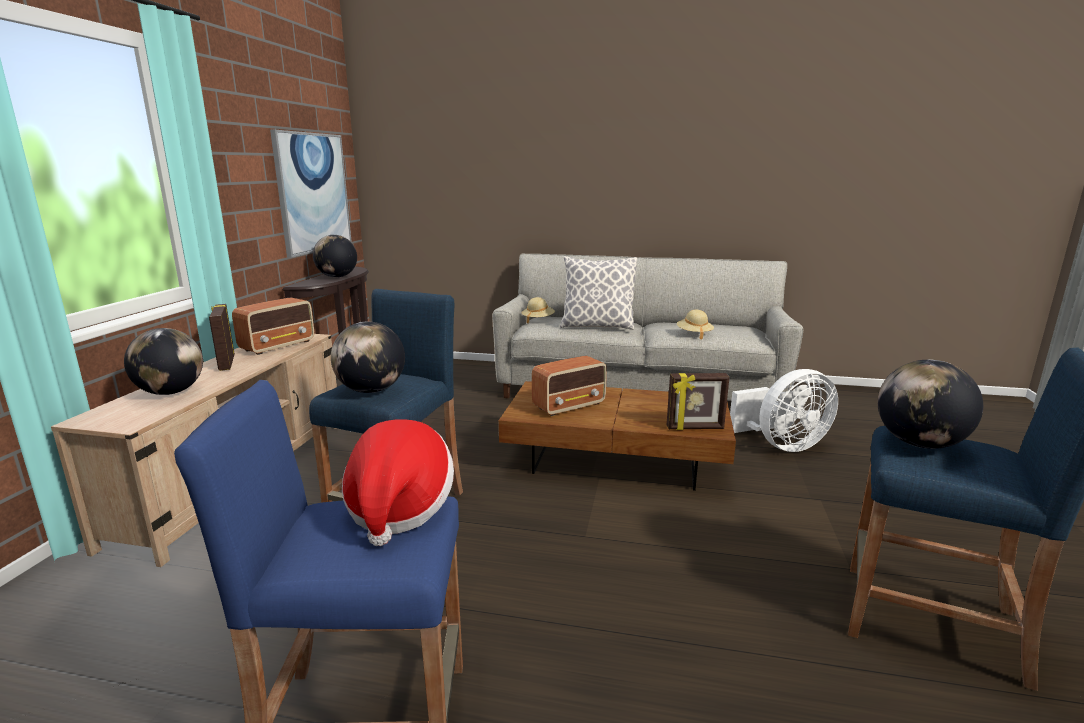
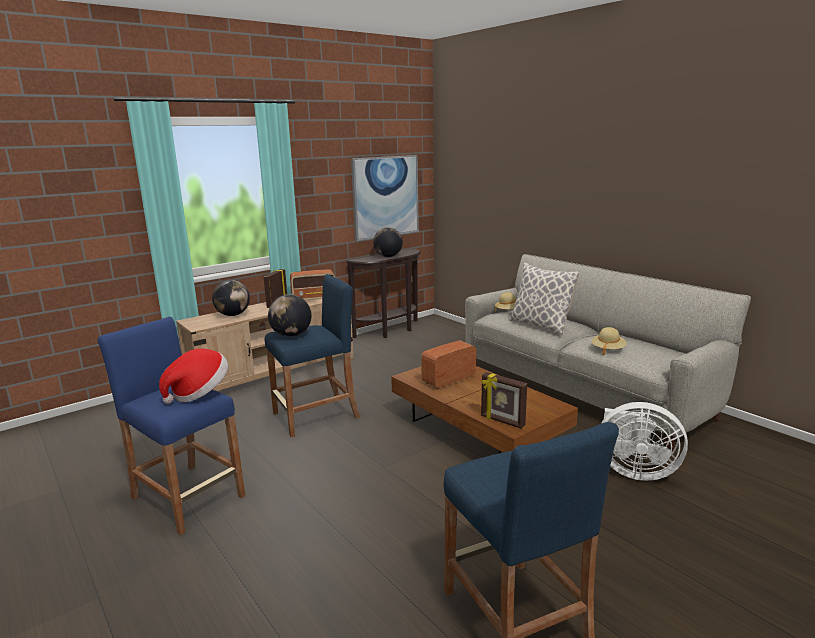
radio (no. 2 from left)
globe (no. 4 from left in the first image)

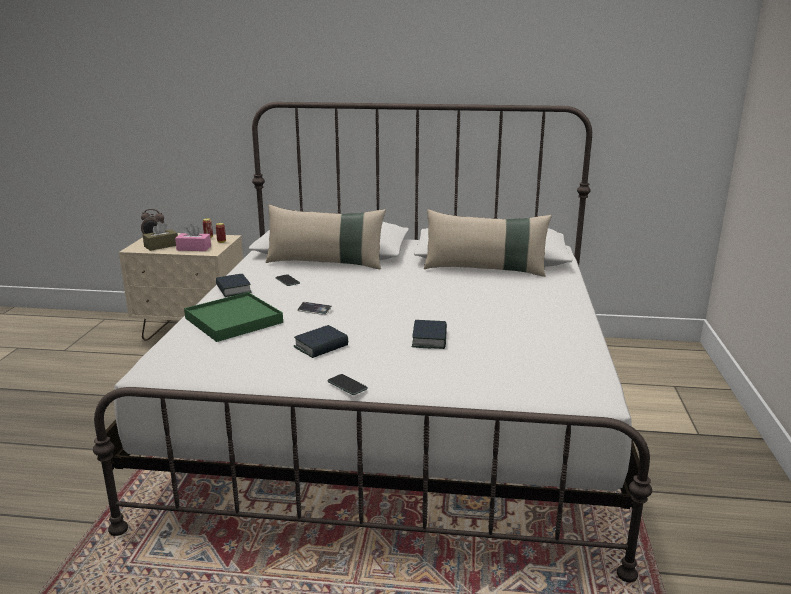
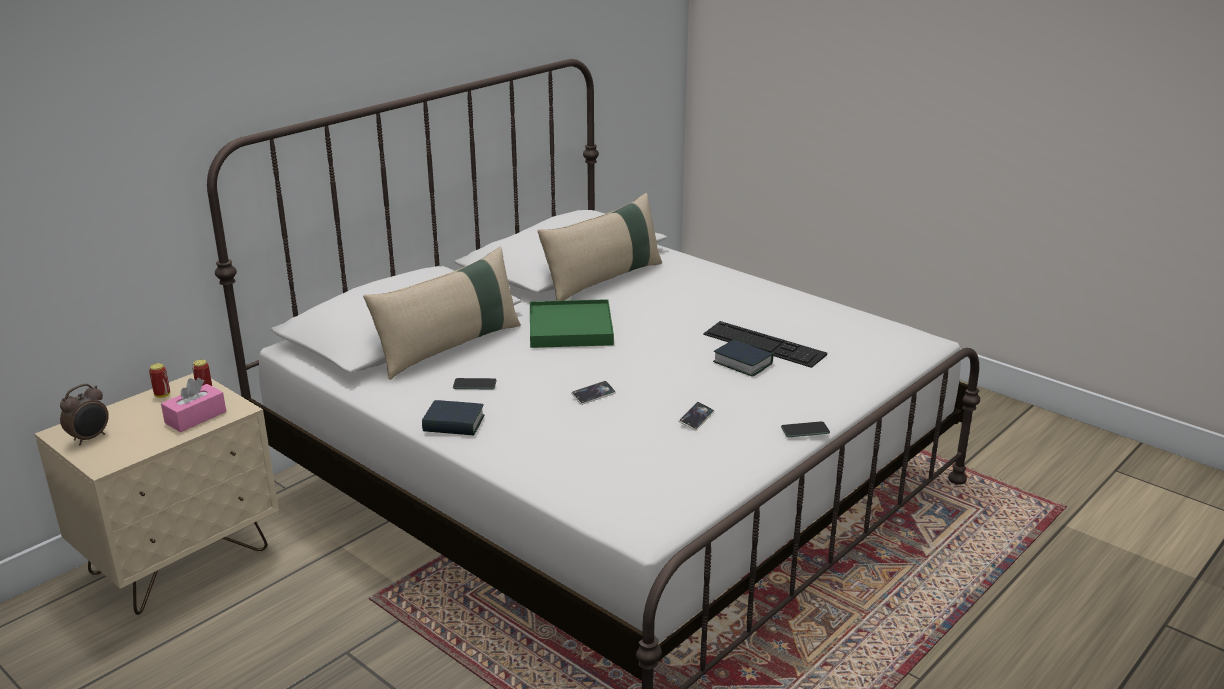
green tray
phone (no. 3 from left)
keyboard
brown tissue box

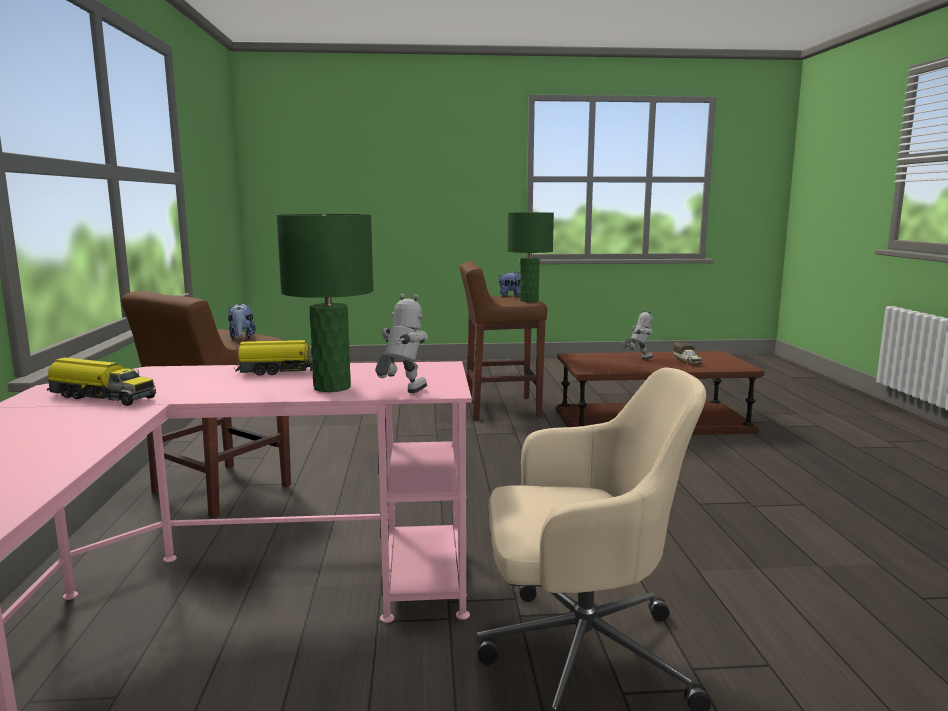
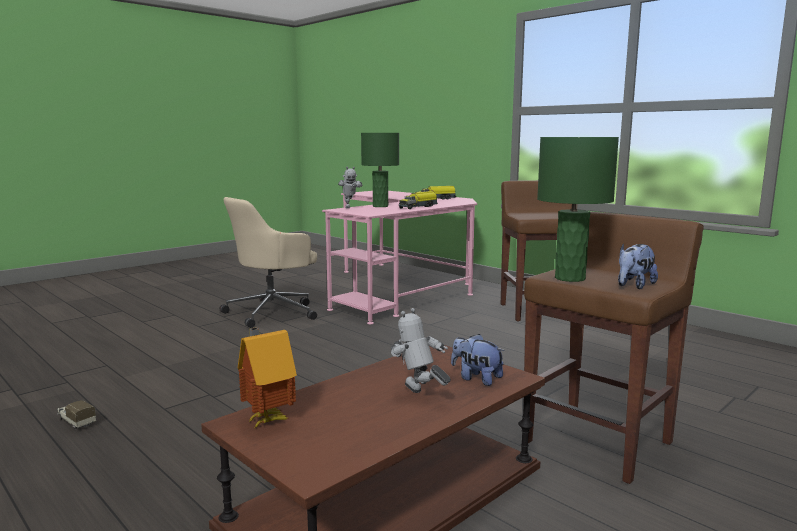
toy truck (no. 1 from left)
toy house
toy robot (no. 2 from left)
plush toy (no. 1 from left)

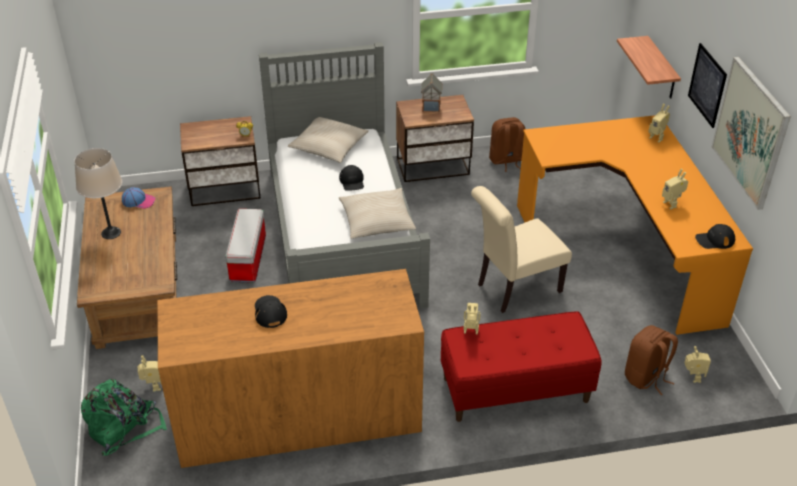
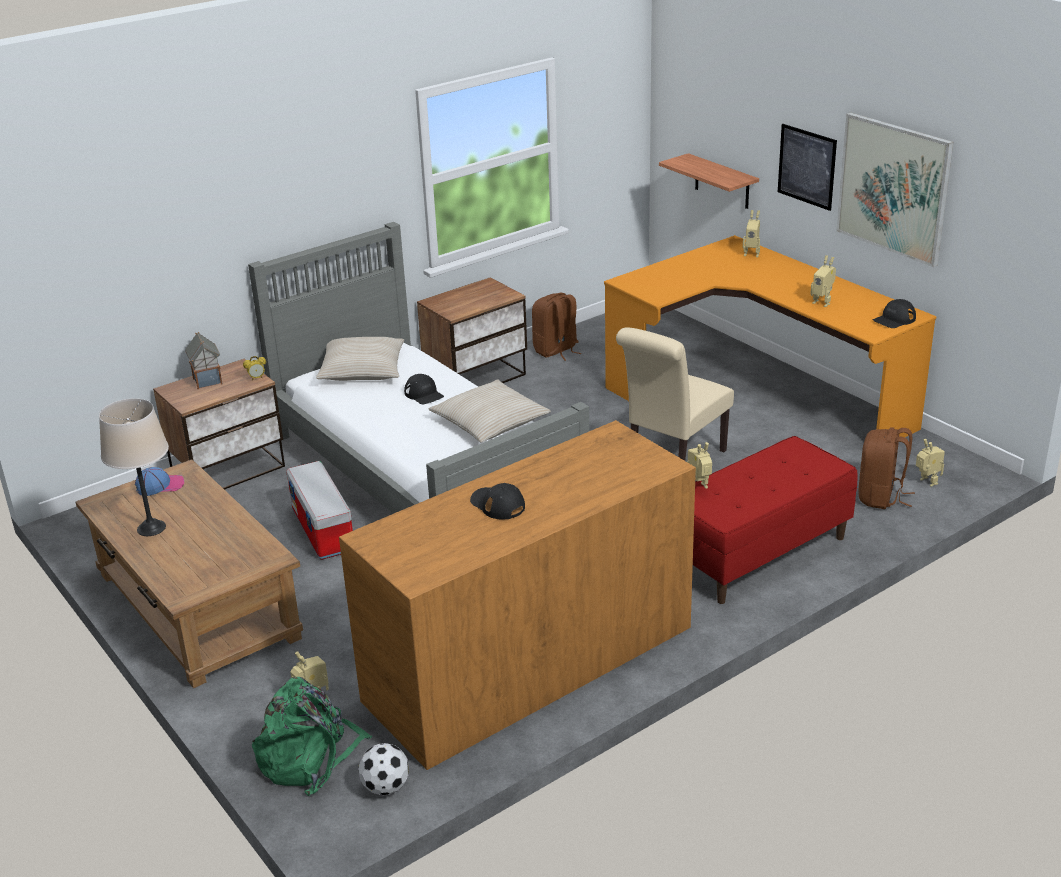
toy house
football

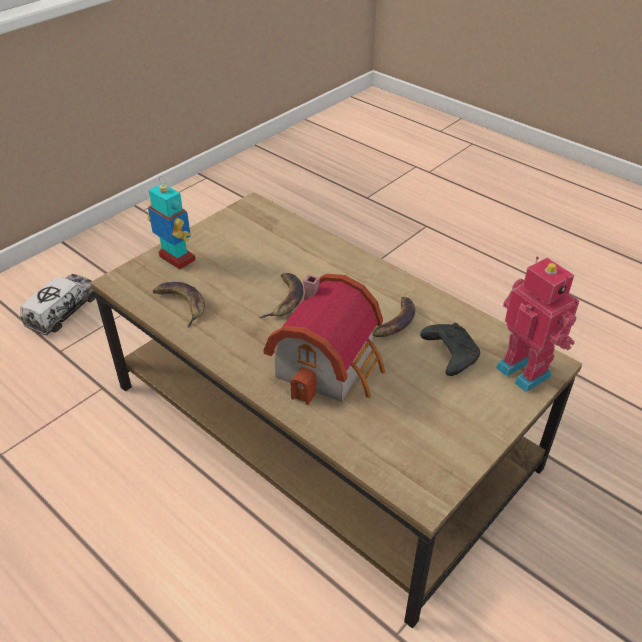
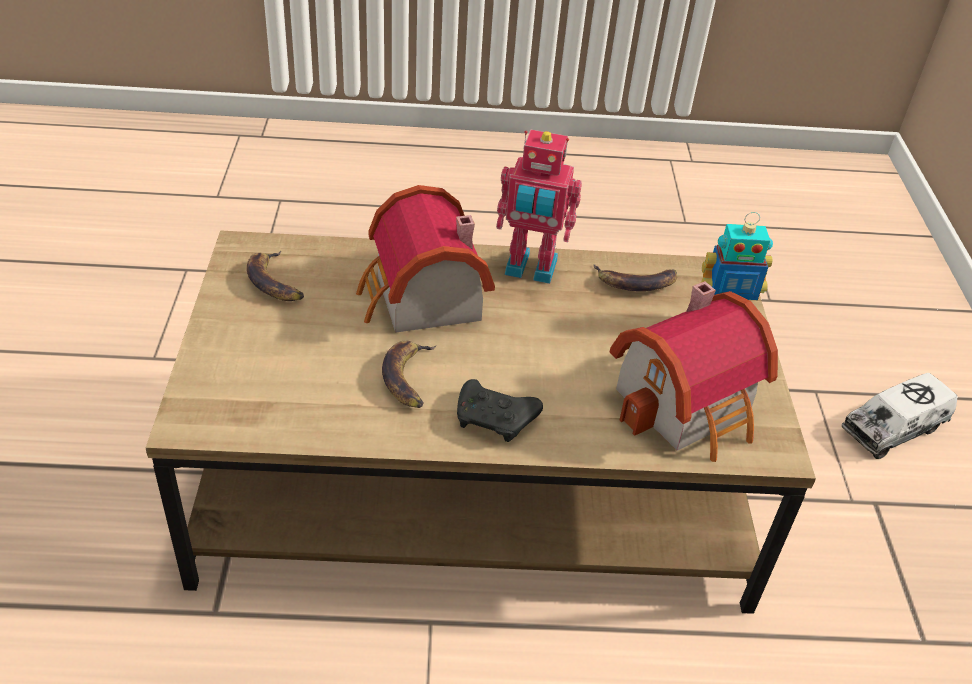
banana (no. 1 from left)
black game controller
toy robot (no. 1 from left)
toy house (no. 2 from left)
toy truck

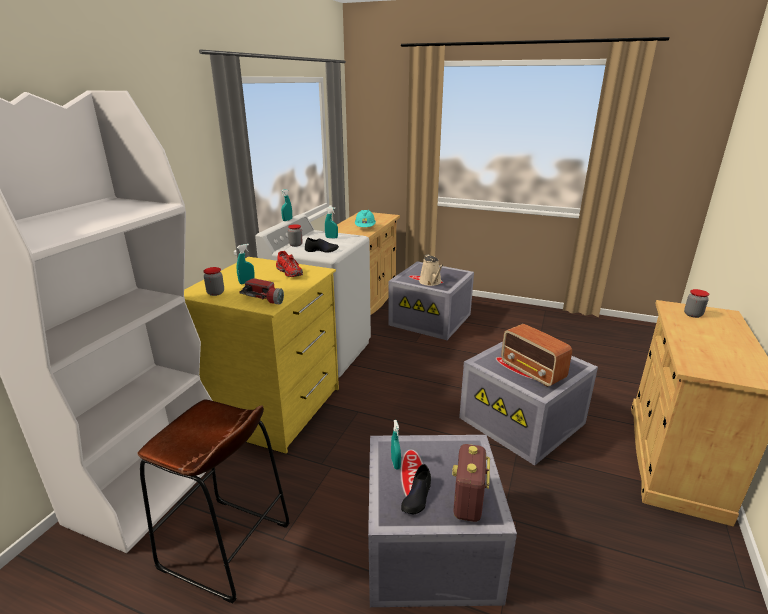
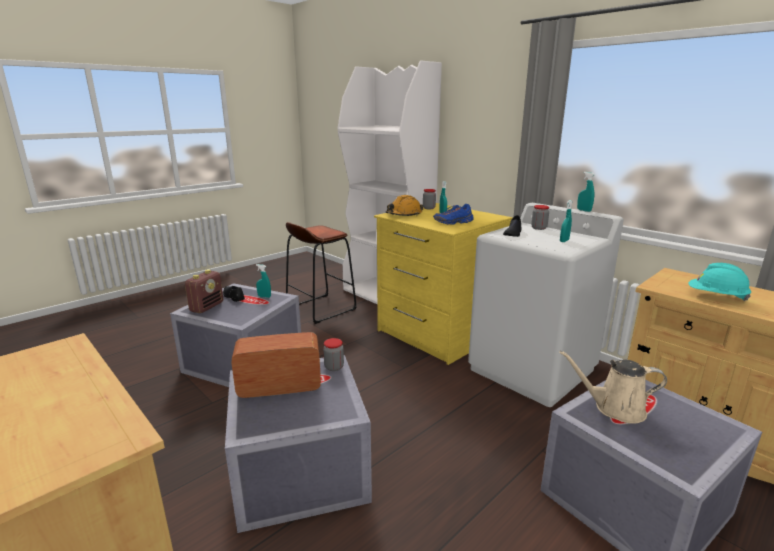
radio (no. 1 from left)
jar (no. 1 from left)
orange hard hat
blue shoe

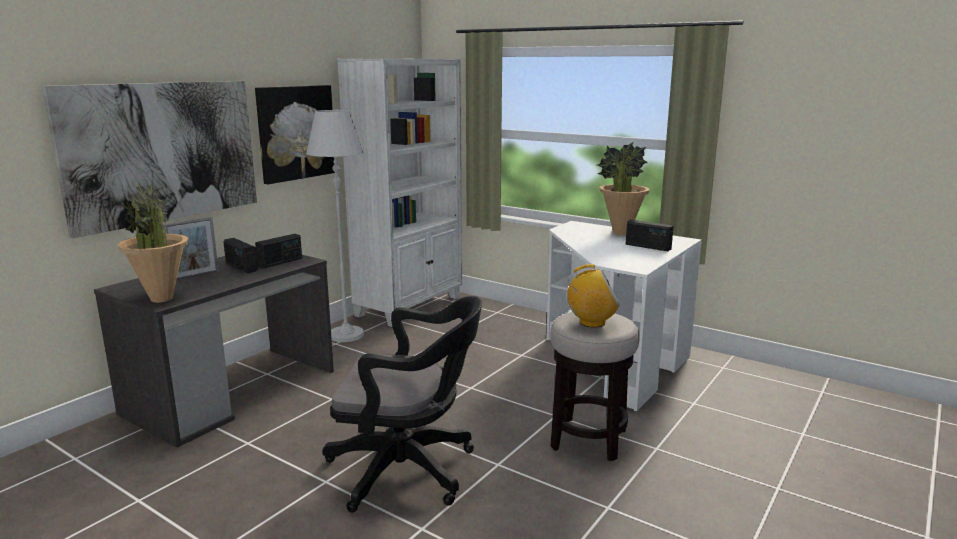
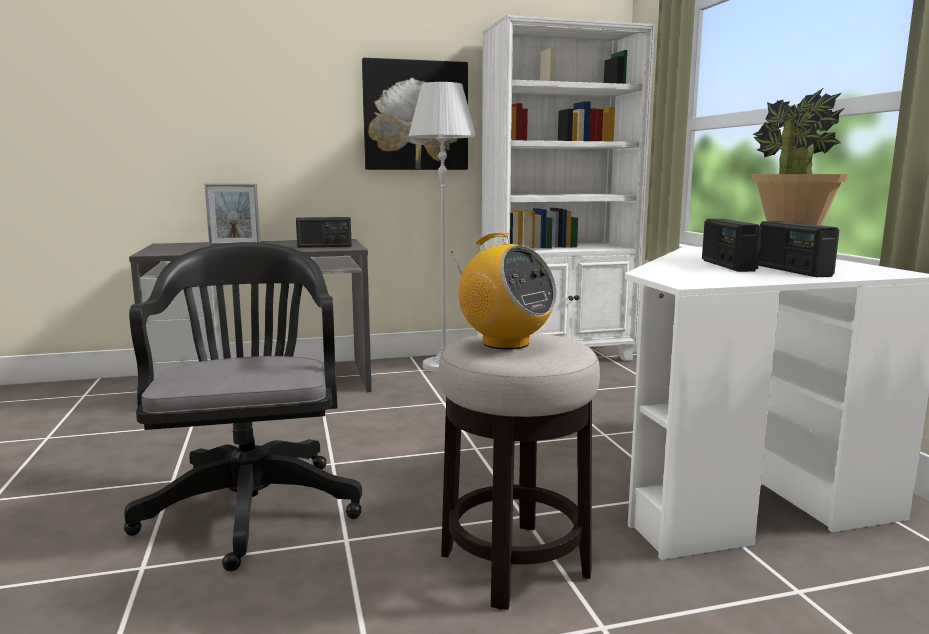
black office chair
radio (no. 3 from left)
picture (no. 1 from left in the first image)
potted plant (no. 1 from left in the first image)

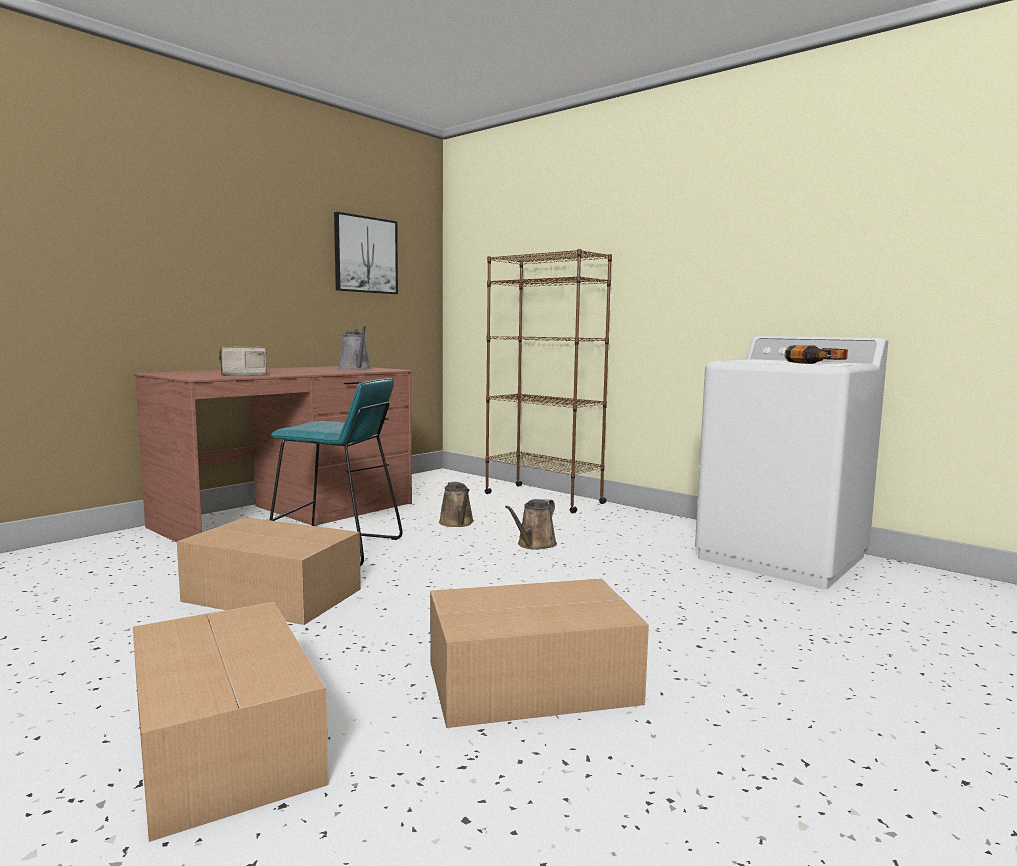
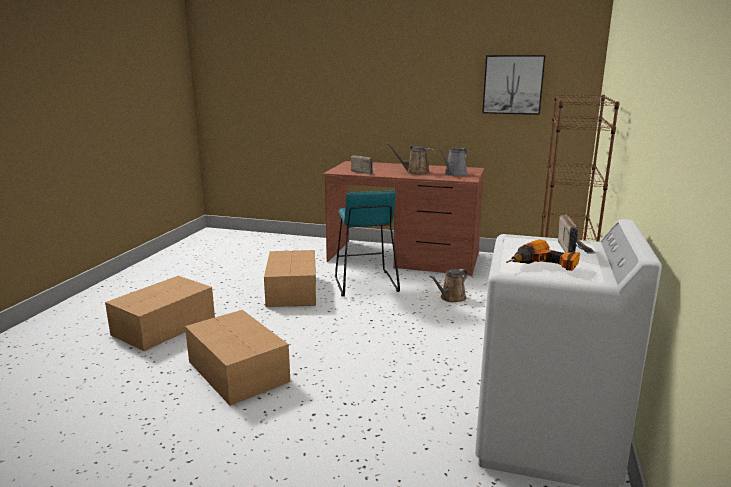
brown watering can (no. 1 from left)
radio (no. 2 from left)

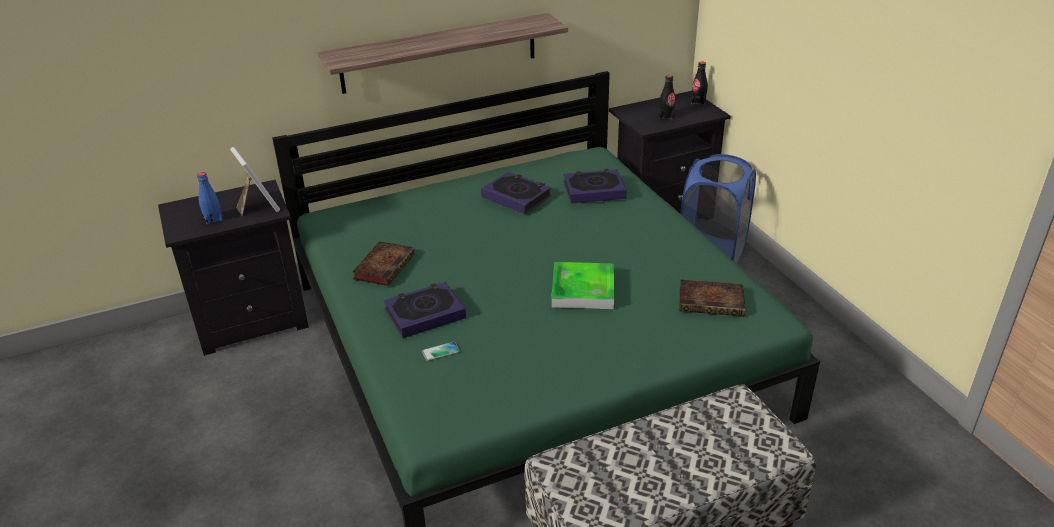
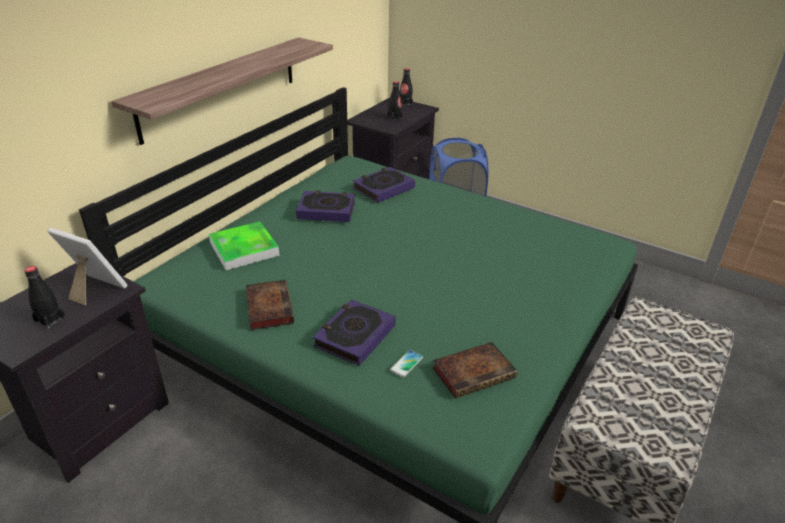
black bottle (no. 1 from left)
tray
book (no. 5 from left)

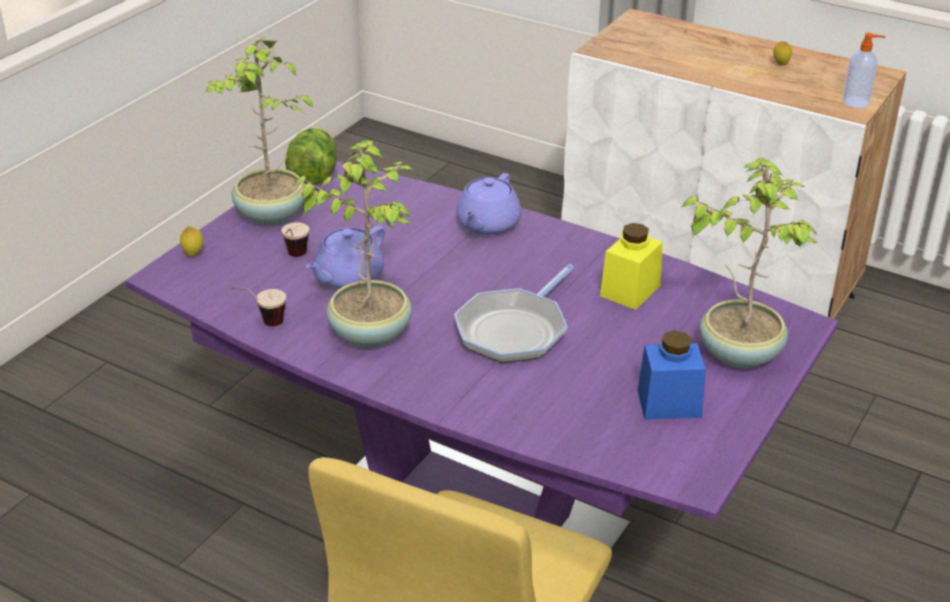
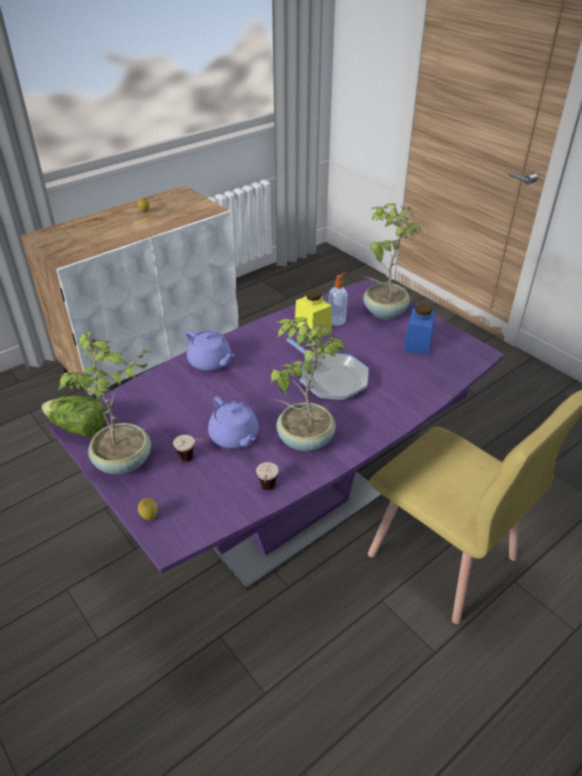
soap dispenser

